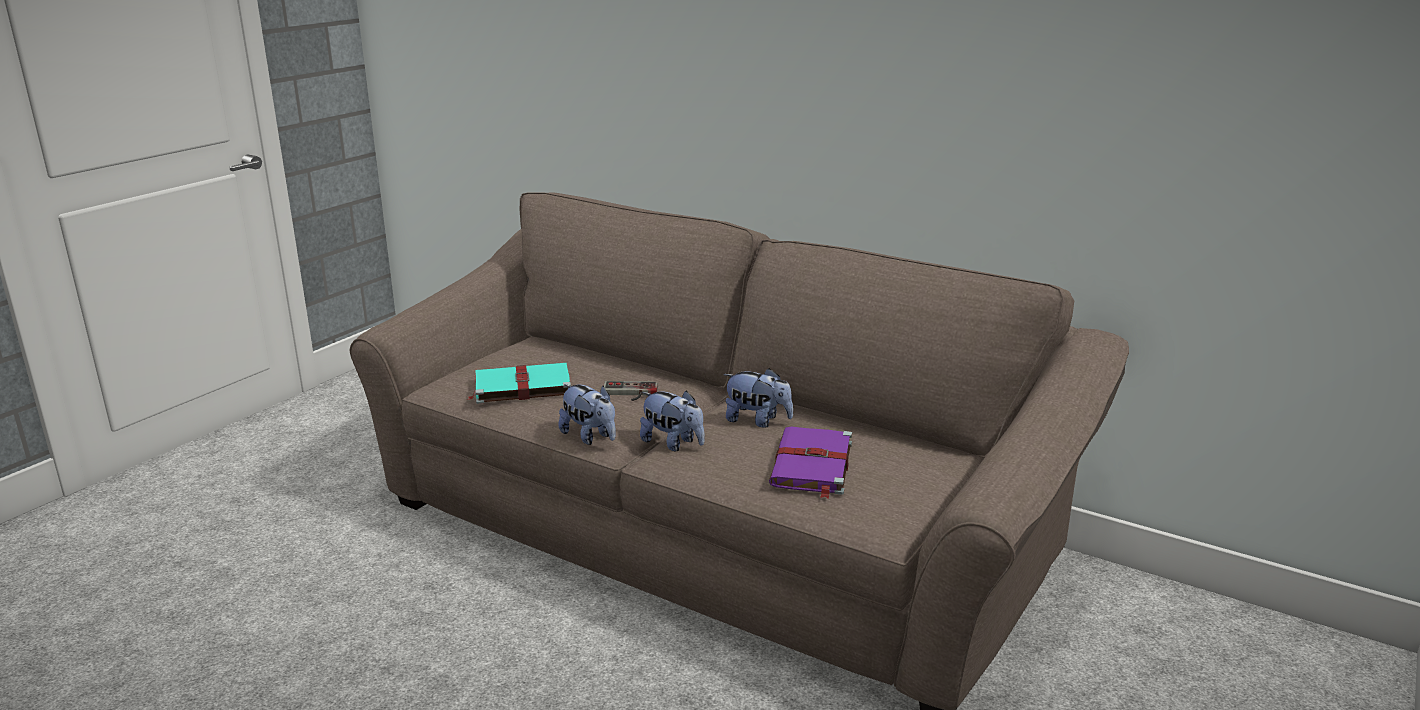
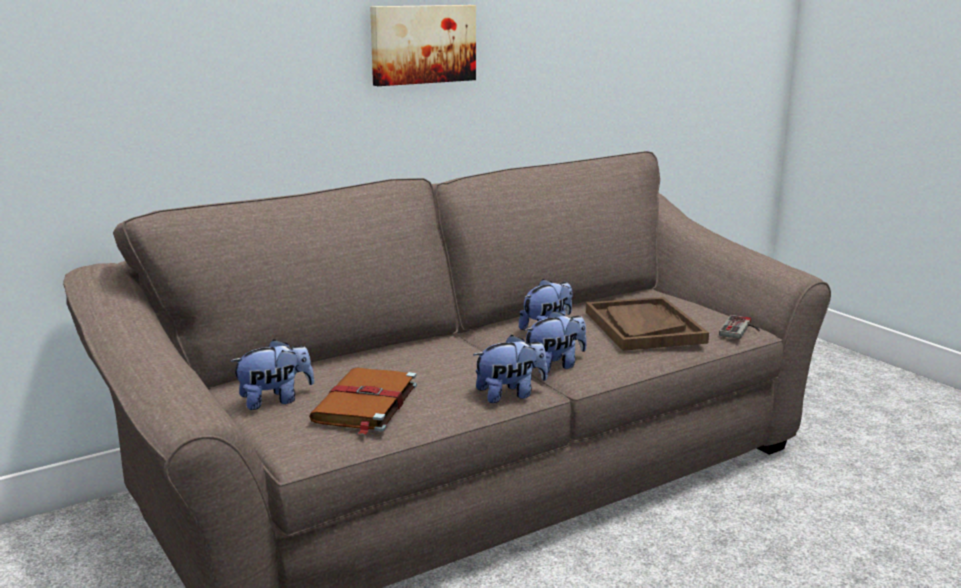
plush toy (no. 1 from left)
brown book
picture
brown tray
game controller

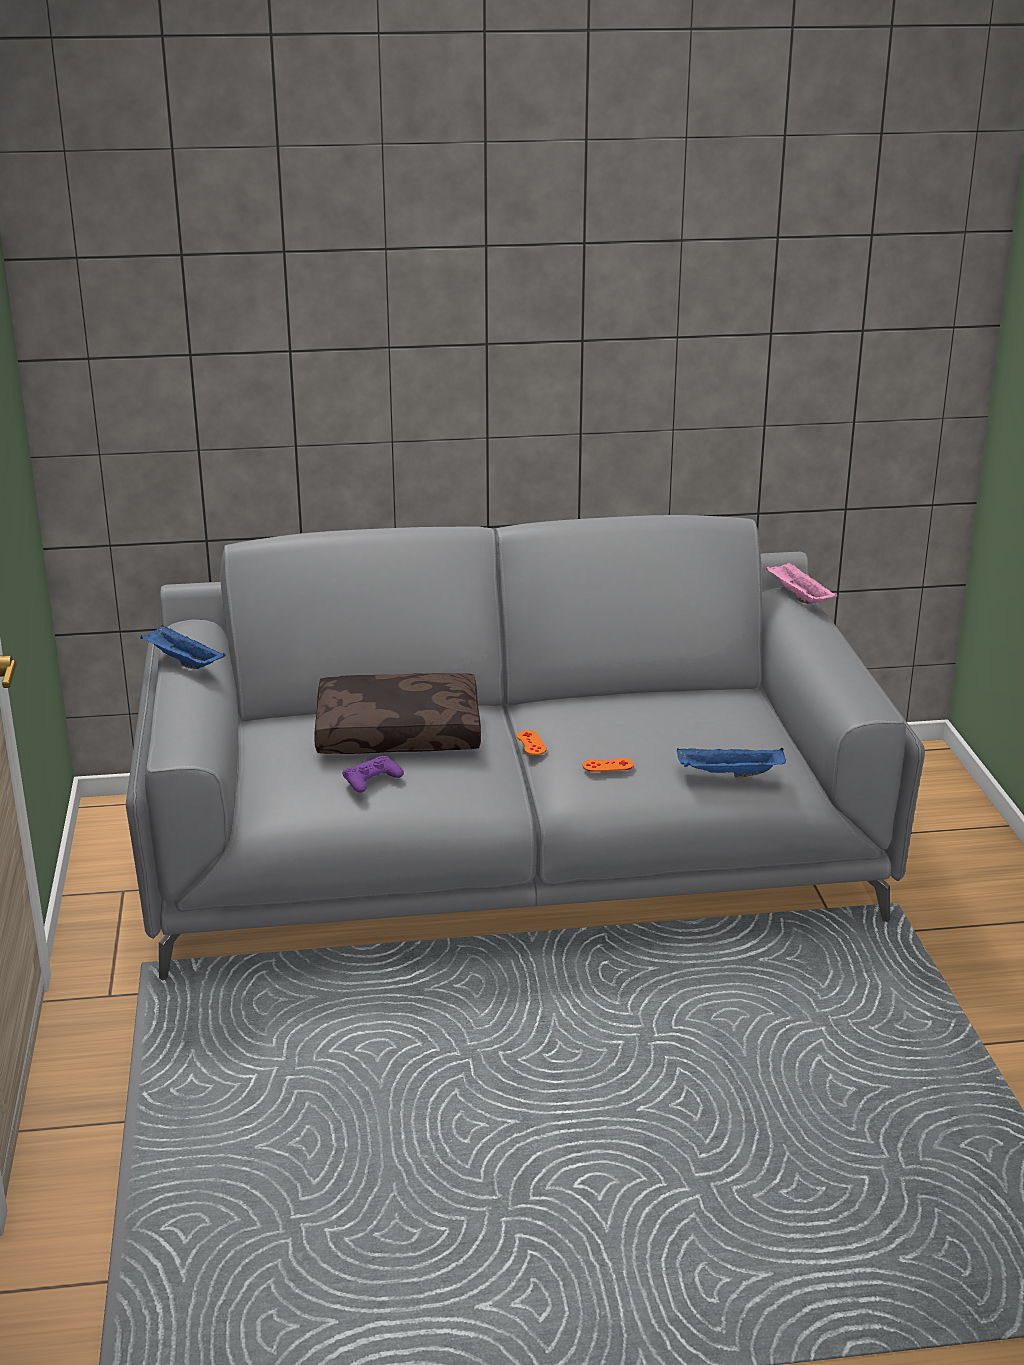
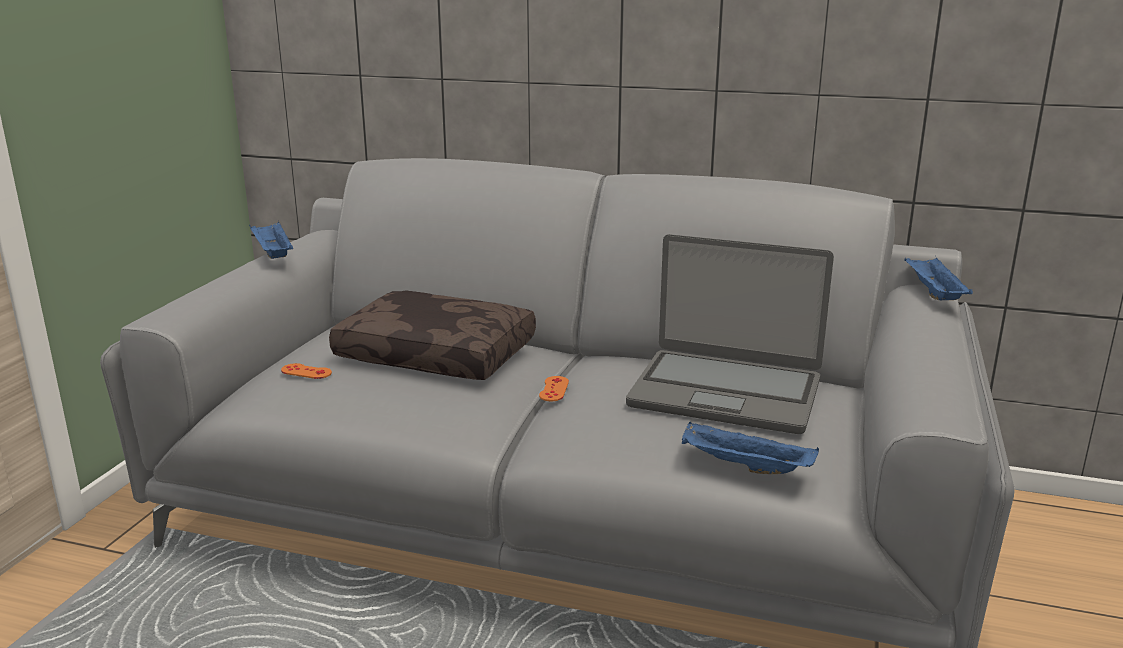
orange game controller (no. 1 from left)
laptop
blue tray (no. 3 from left)
purple game controller

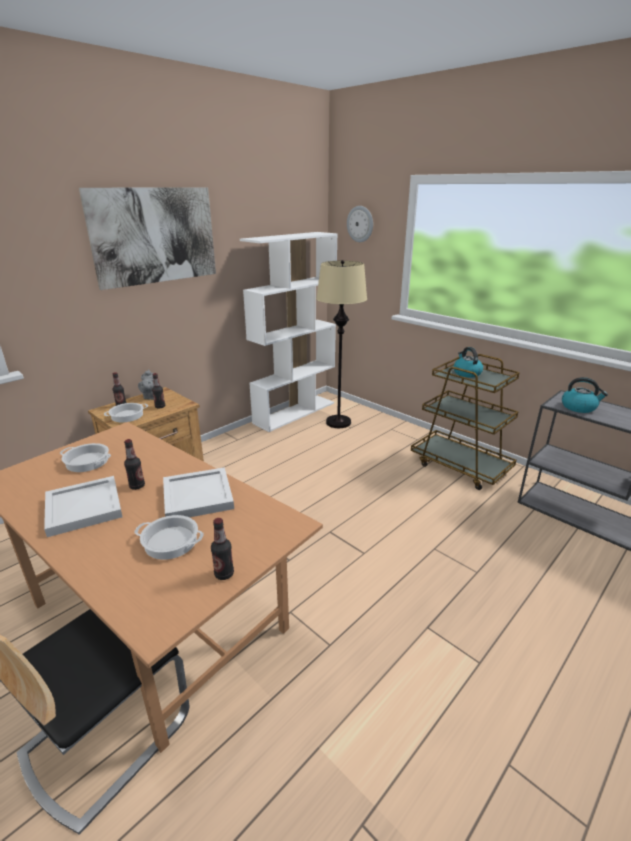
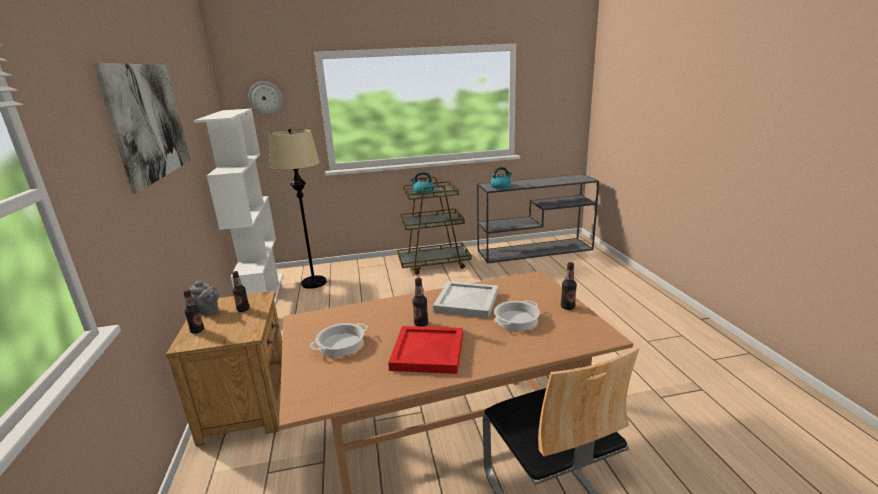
red tray
cooking pot (no. 2 from left in the first image)

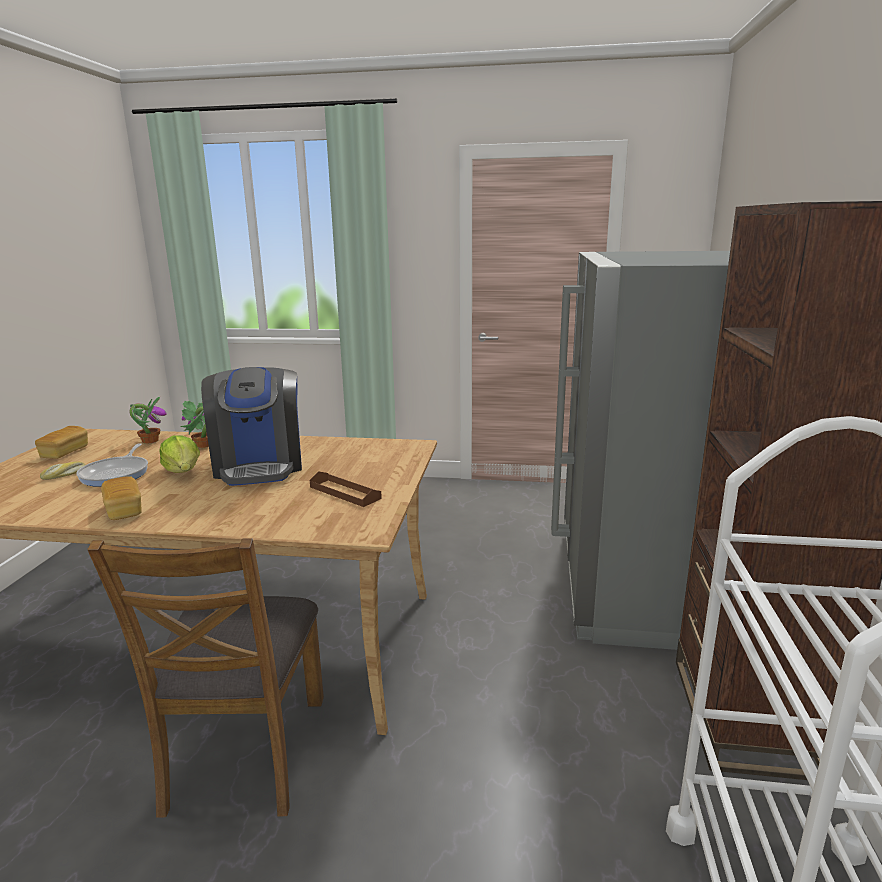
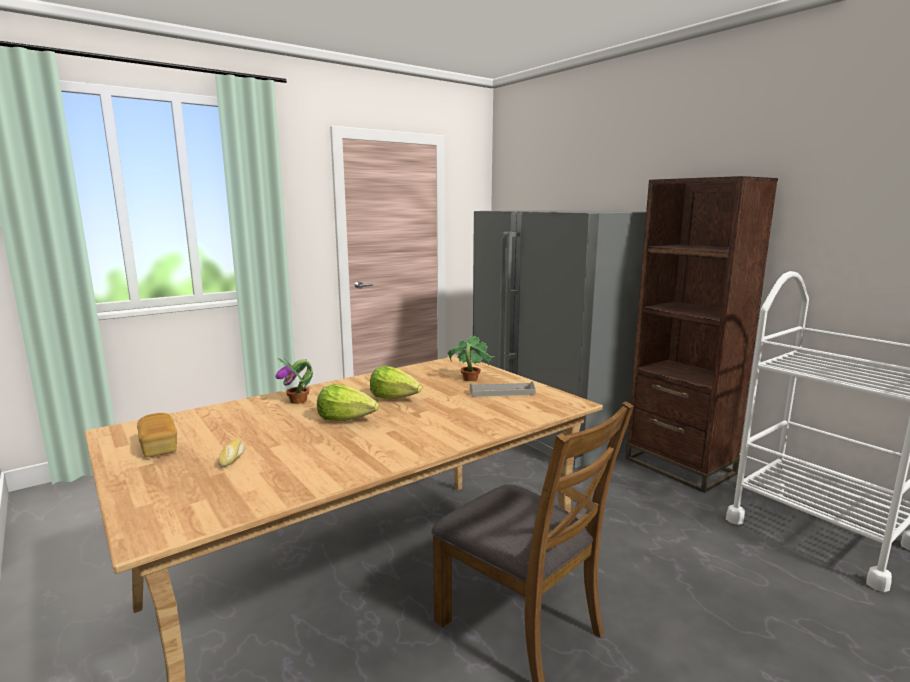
lettuce (no. 2 from left)
potted plant (no. 2 from left)
grey tray
frying pan
bread (no. 3 from left in the first image)

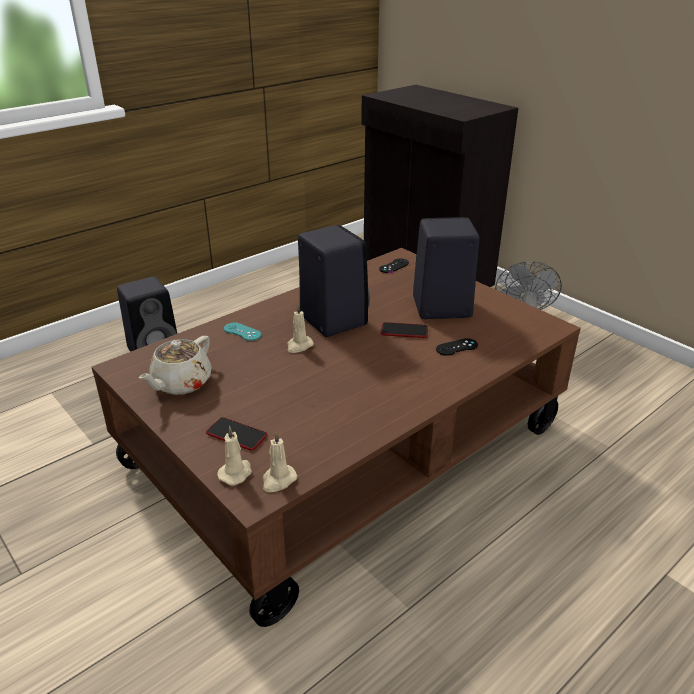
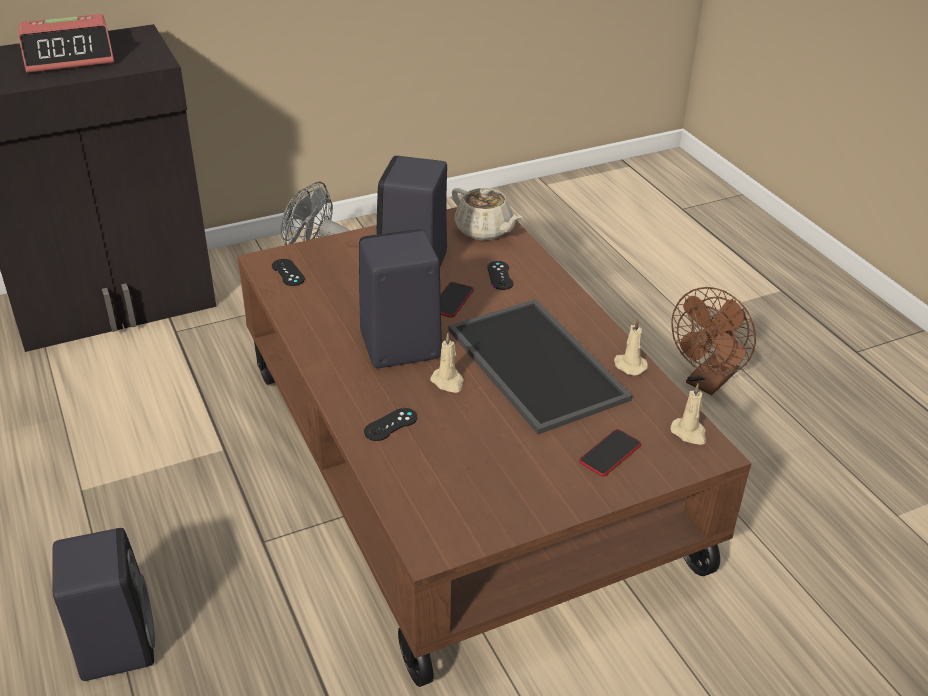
alarm clock
black game controller (no. 2 from left)
tray
beige teapot
beige candle (no. 2 from left)
brown fan

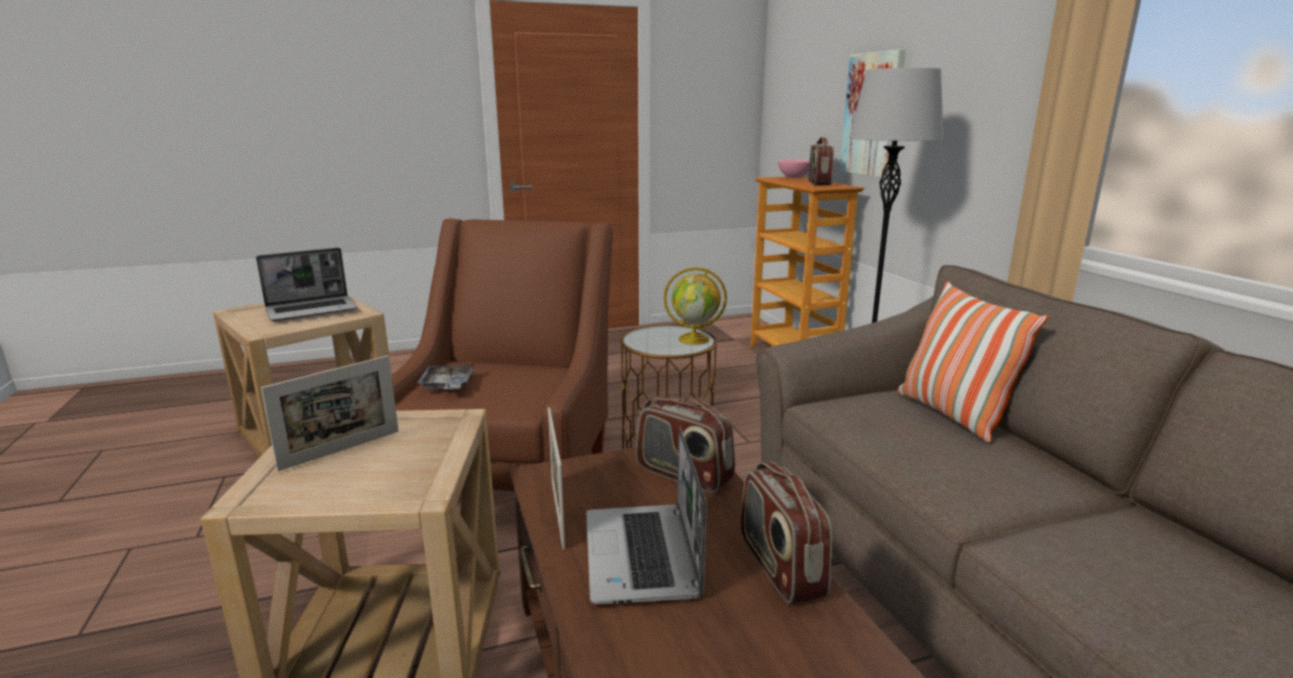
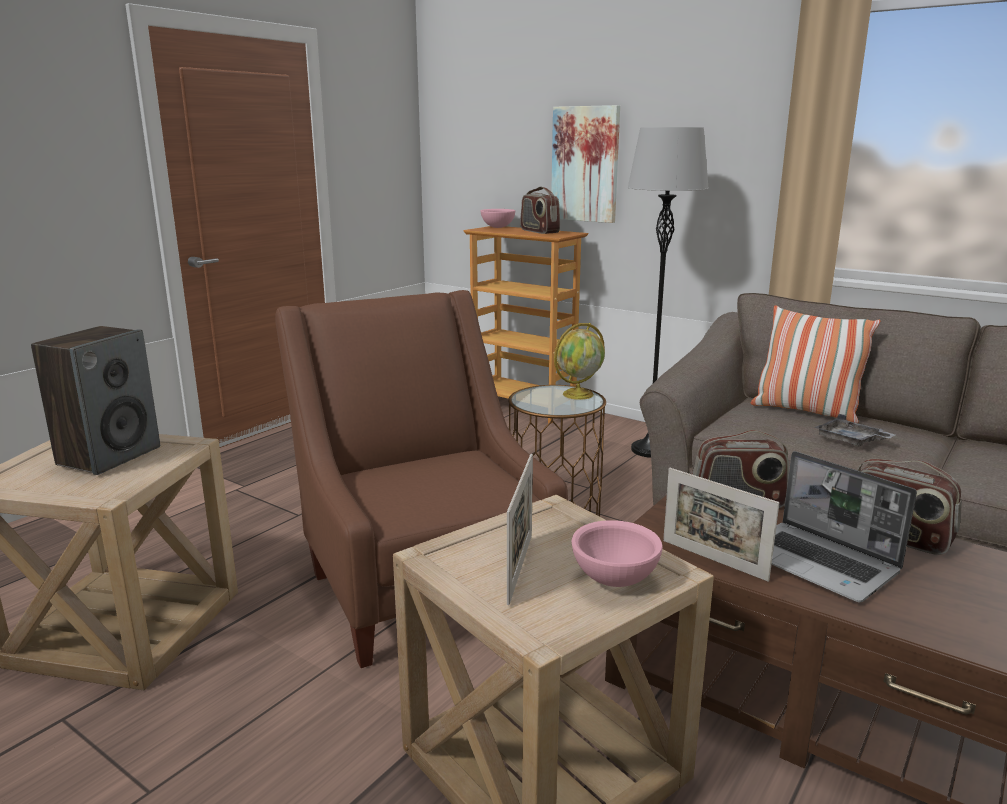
speaker
pink bowl (no. 2 from left)
grey tray

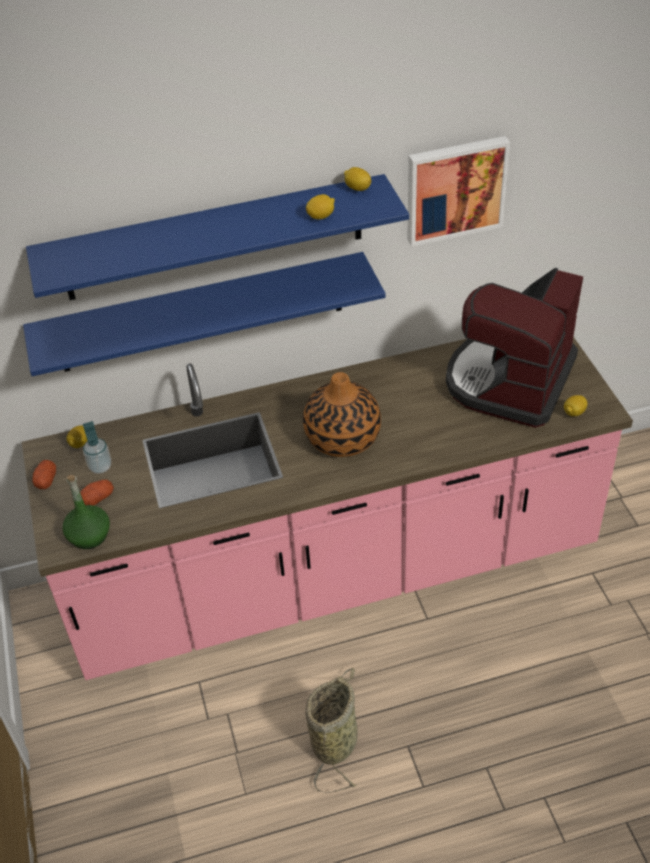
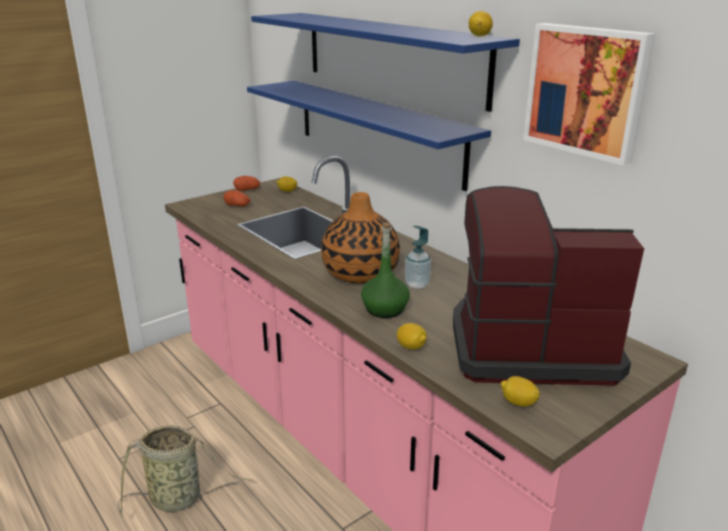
green bottle
lemon (no. 2 from left)
soap dispenser

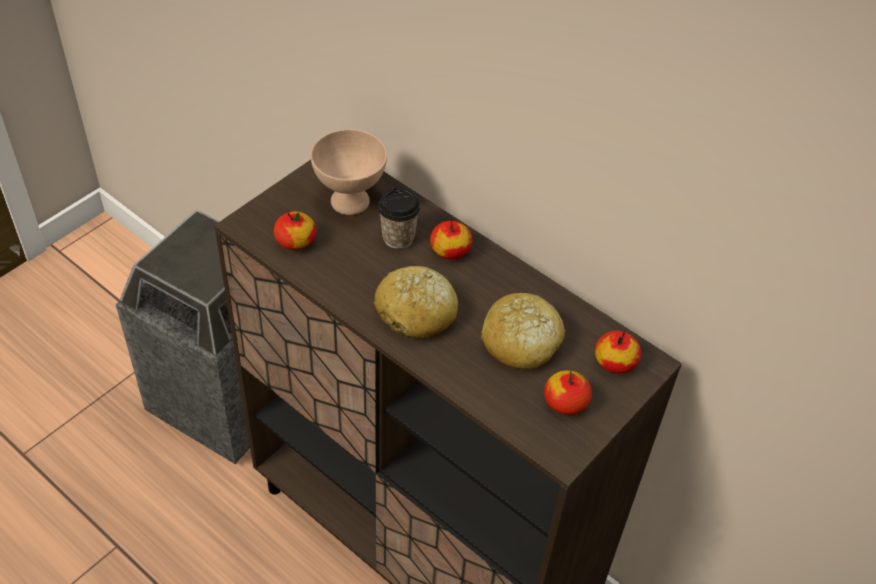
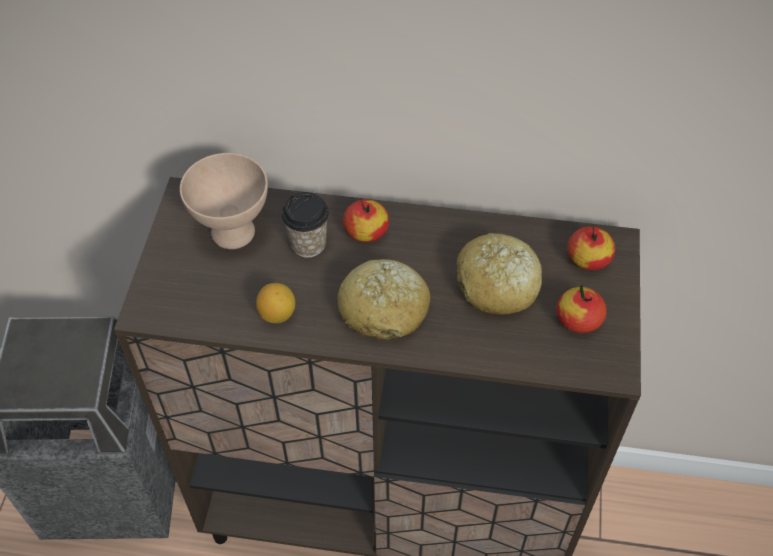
lemon
apple (no. 1 from left in the first image)

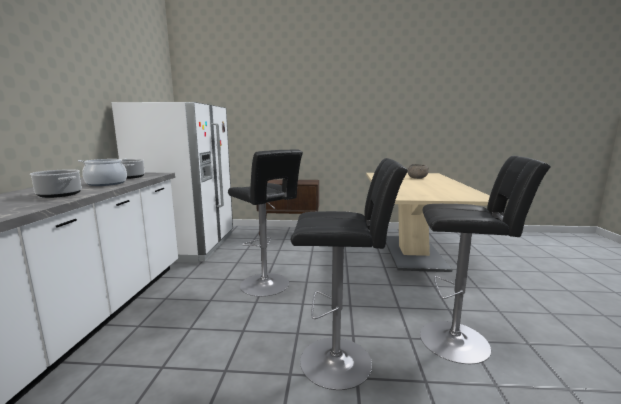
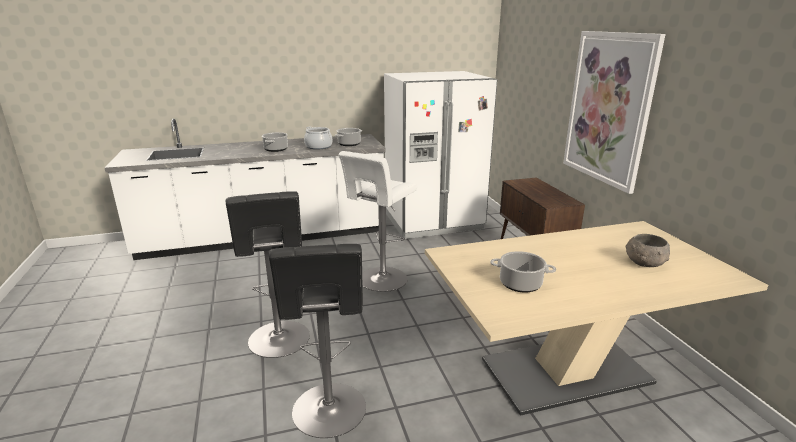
white stool
cooking pot (no. 4 from left)
picture

